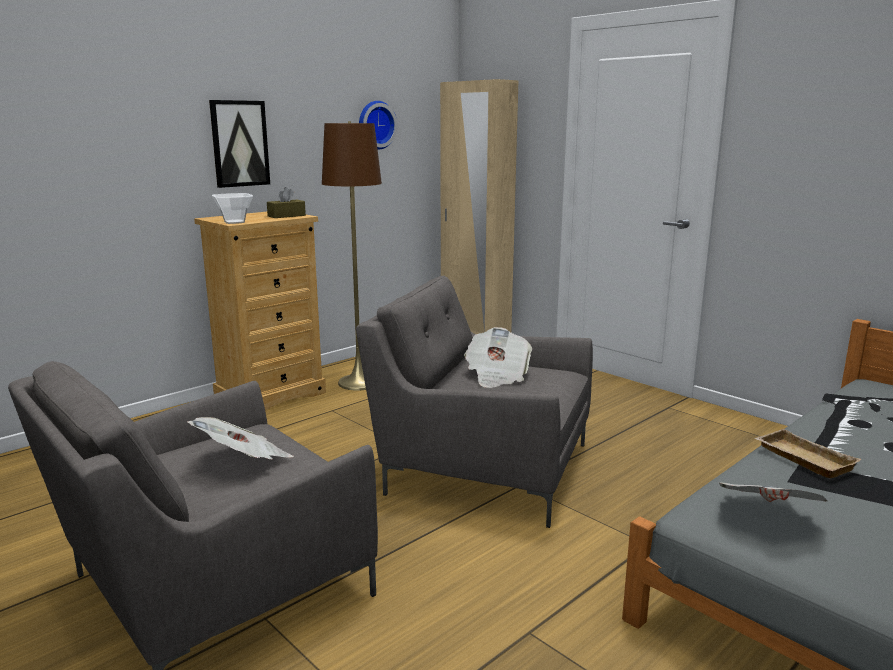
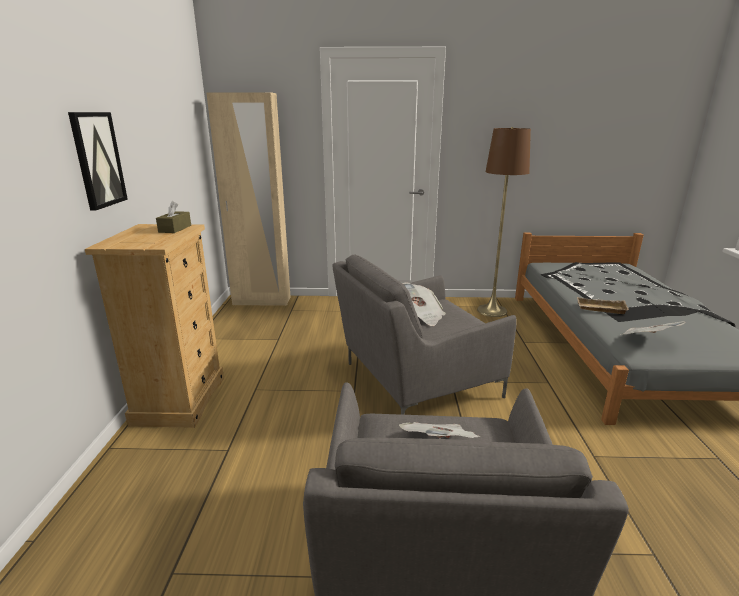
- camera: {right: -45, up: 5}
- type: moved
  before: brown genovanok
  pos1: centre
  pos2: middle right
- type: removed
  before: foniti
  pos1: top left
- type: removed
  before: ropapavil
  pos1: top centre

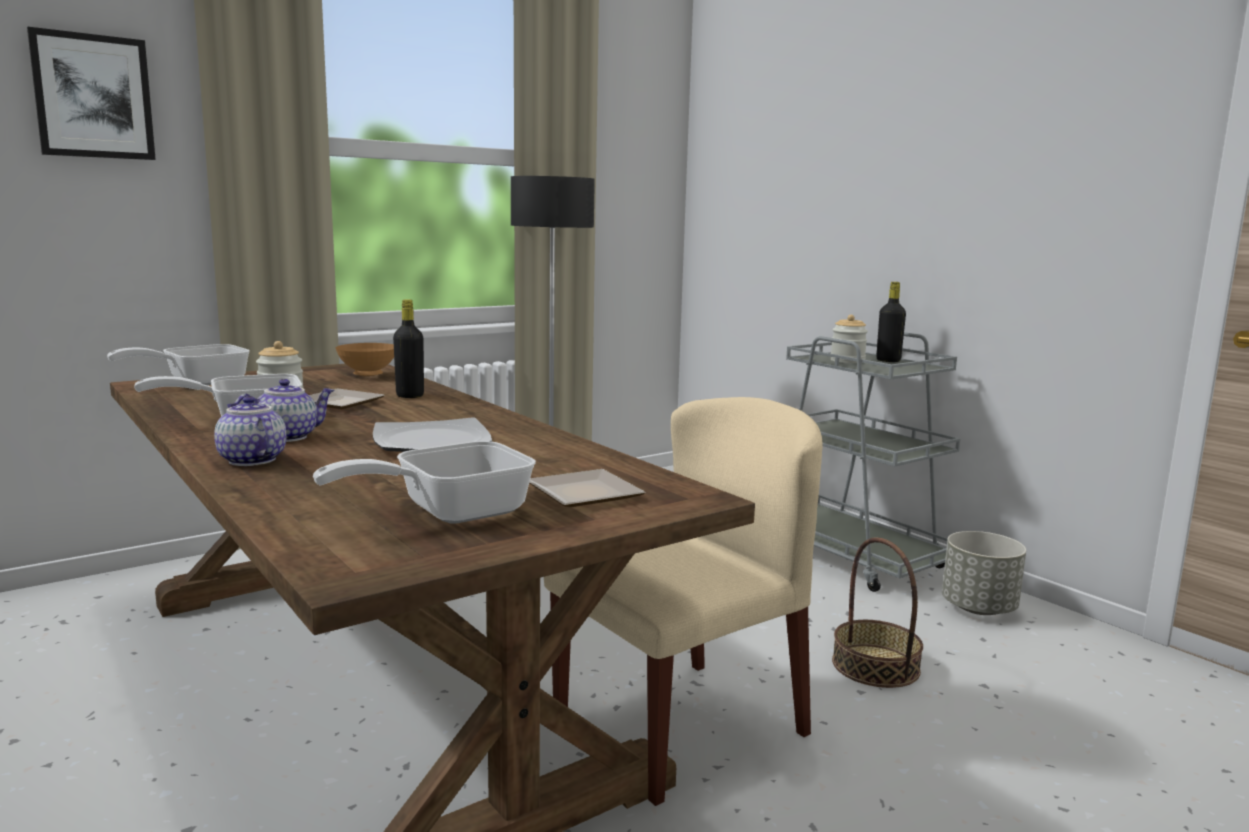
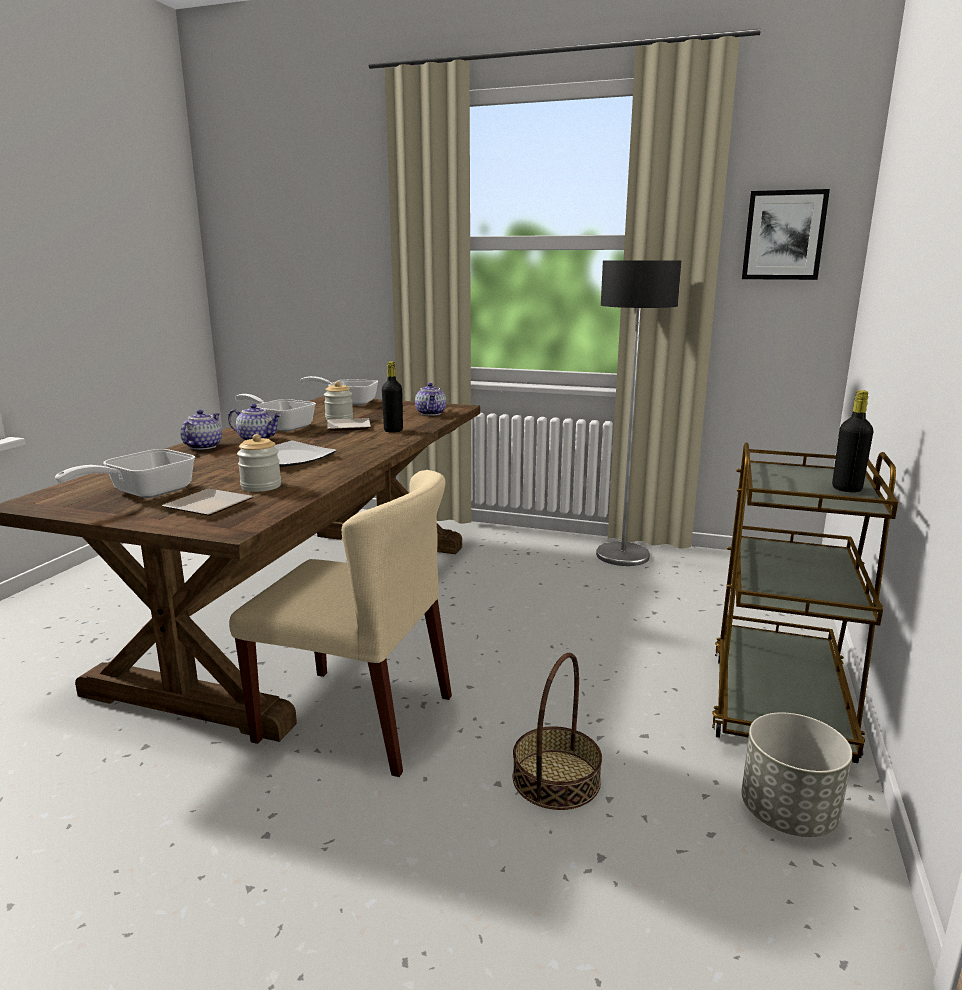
- camera: {right: 55, up: 5}
- type: turned
  before: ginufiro (3rd from left in the first image)
  pos1: centre
  pos2: middle left
  turn: -75
- type: moved
  before: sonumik (2nd from left in the first image)
  after: sonumik (1st from left)
  pos1: middle right
  pos2: middle left
- type: replaced
  before: brown foniti
  after: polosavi (3rd from left)
  pos1: middle left
  pos2: centre
- type: recoloured
  before: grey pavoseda
  after: brown pavoseda
  pos1: middle right
  pos2: middle right
- type: moved
  before: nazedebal
  pos1: top left
  pos2: top right

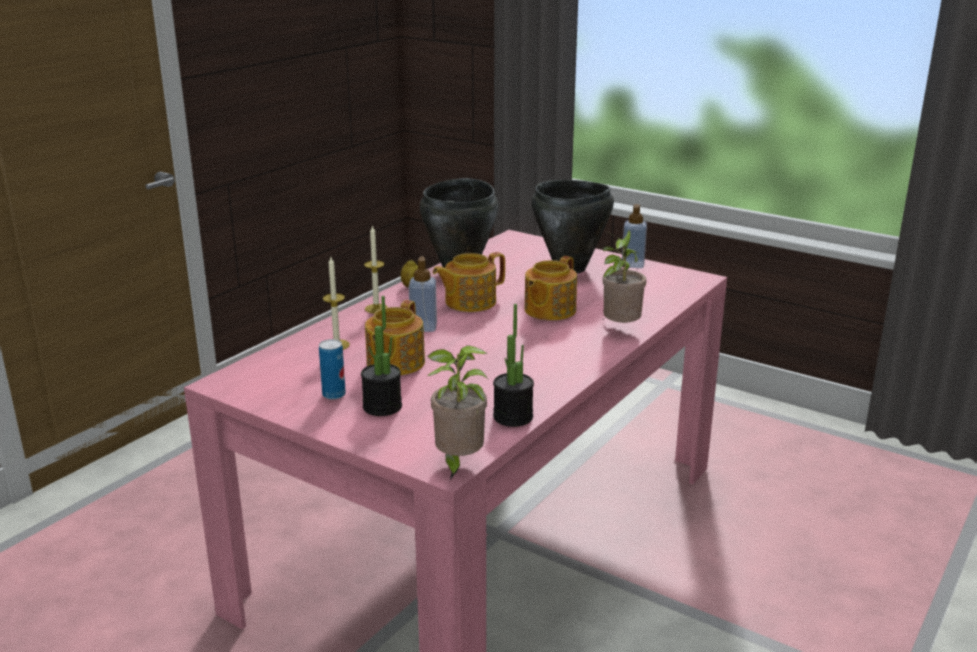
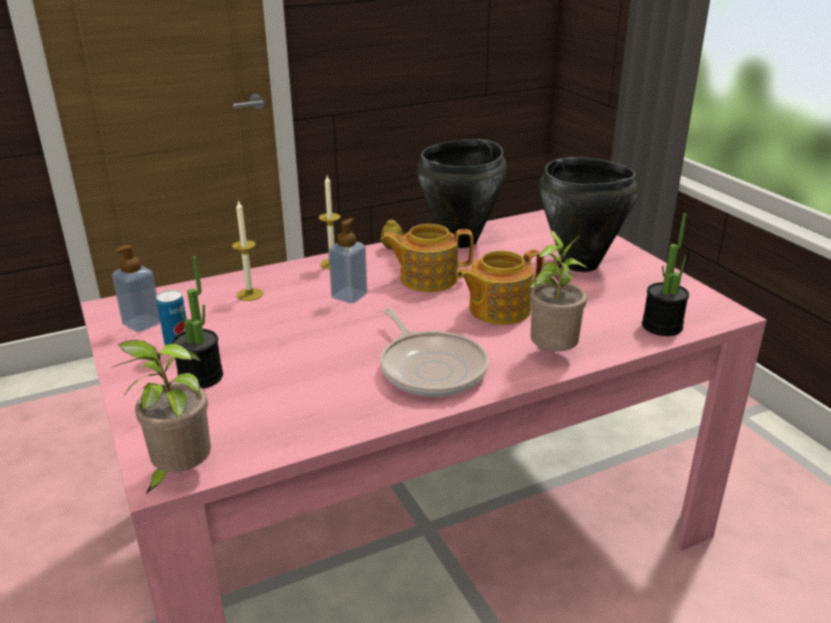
- camera: {right: 30, up: 5}
- type: moved
  before: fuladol (2nd from left in the first image)
  after: fuladol (1st from left)
  pos1: centre
  pos2: middle left
- type: added
  after: ginufiro
  pos2: centre
- type: moved
  before: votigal (3rd from left in the first image)
  after: votigal (4th from left)
  pos1: centre
  pos2: middle right
- type: removed
  before: polosavi (1st from left)
  pos1: centre

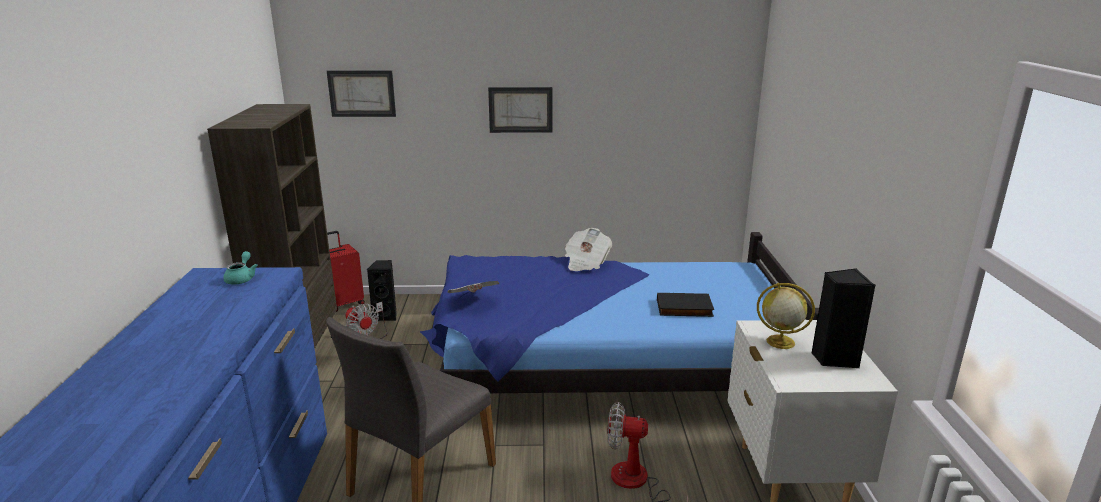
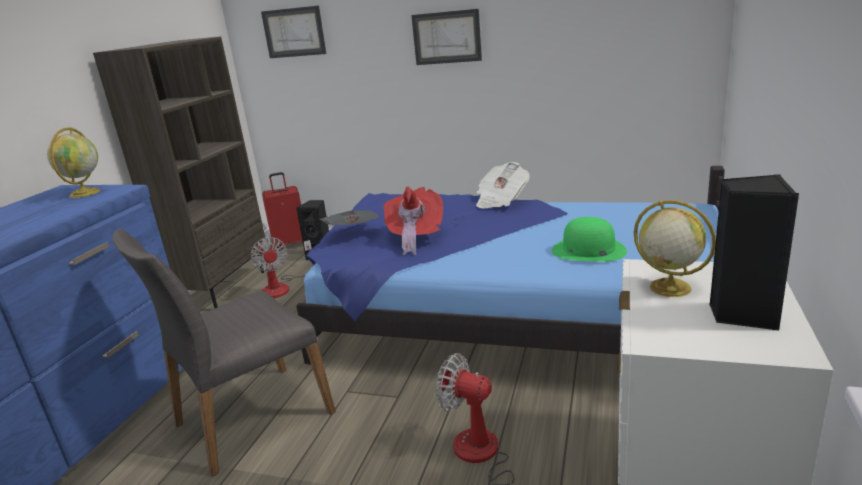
- camera: {right: 20, up: 0}
- type: replaced
  before: turquoise polosavi
  after: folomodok (1st from left)
  pos1: middle left
  pos2: middle left
- type: added
  after: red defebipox
  pos2: centre
- type: replaced
  before: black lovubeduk
  after: green defebipox
  pos1: centre
  pos2: middle right

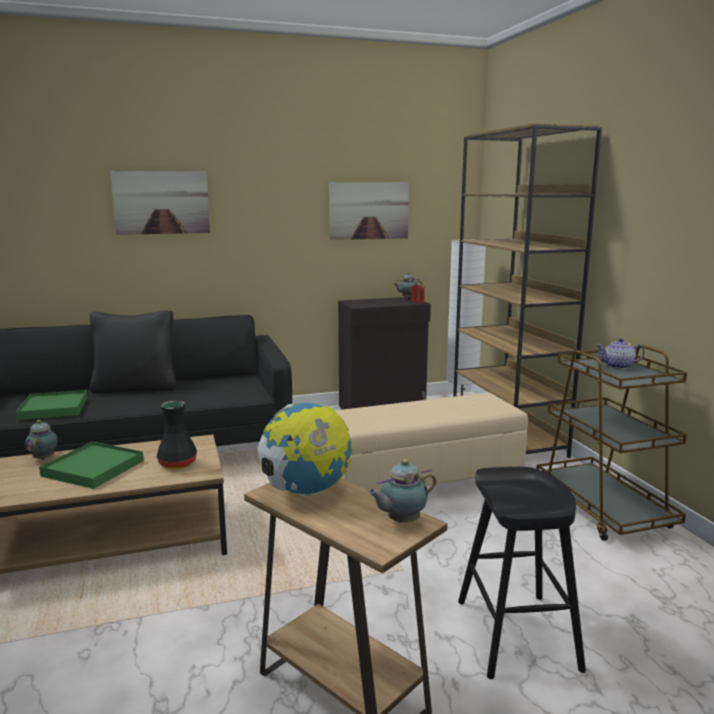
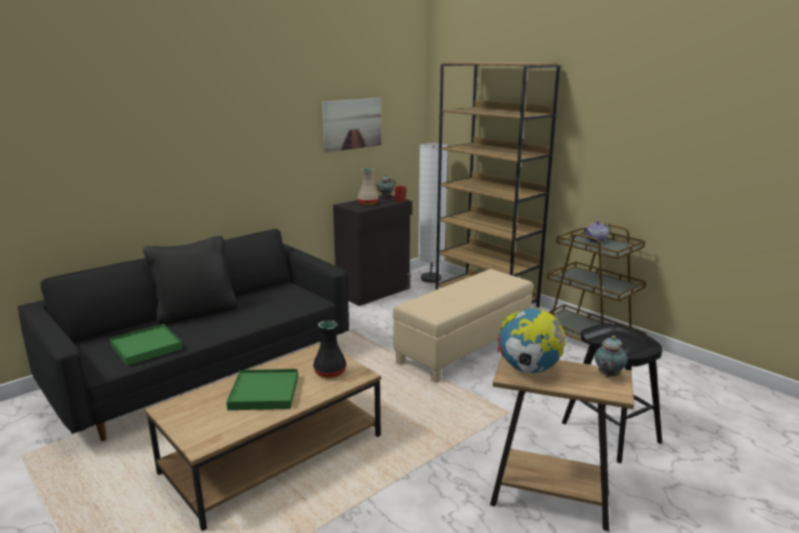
- camera: {right: -25, up: 5}
- type: added
  after: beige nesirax
  pos2: centre
- type: removed
  before: polosavi (1st from left)
  pos1: middle left
- type: removed
  before: nazedebal (1st from left)
  pos1: top left

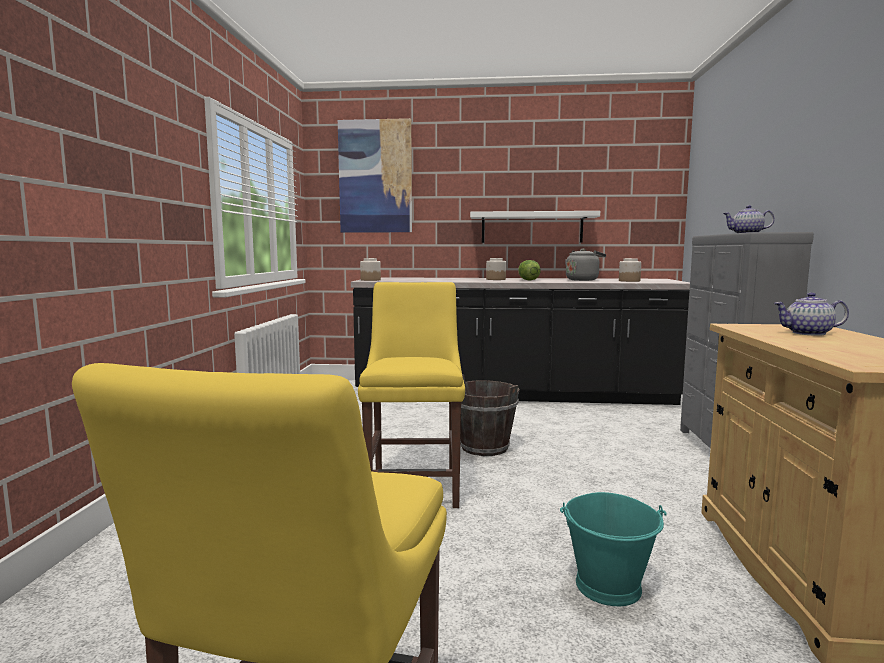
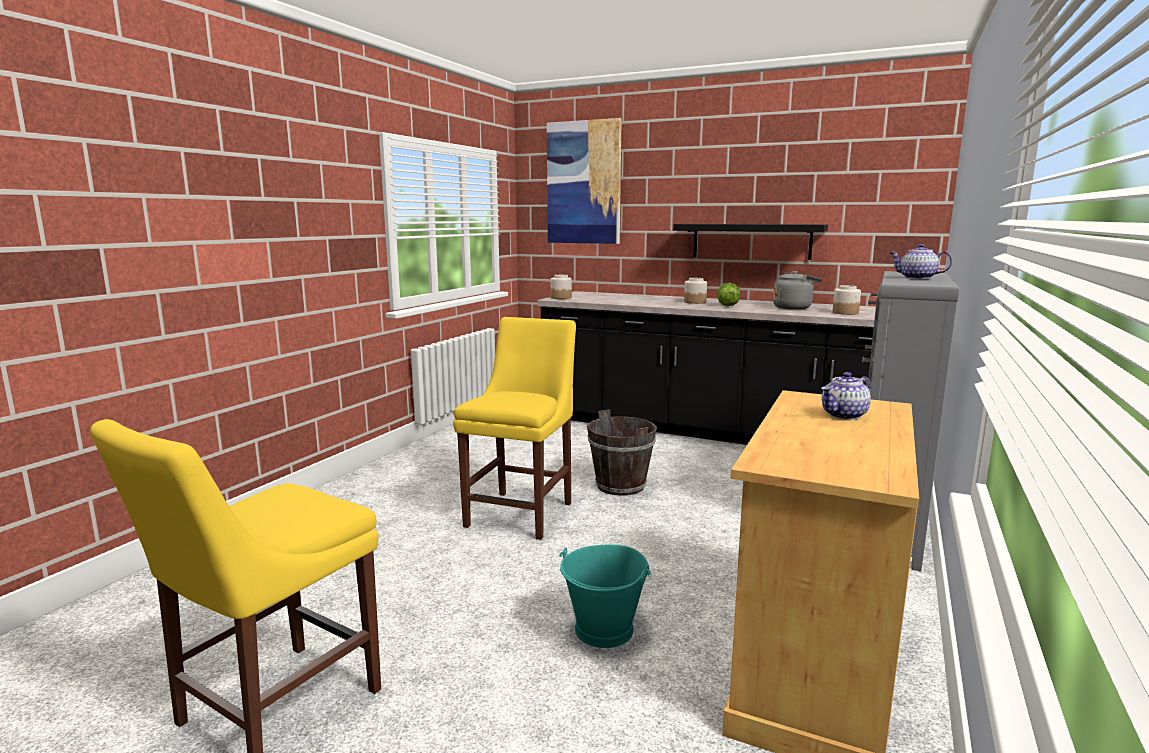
- camera: {right: 20, up: 5}
- type: recoloured
  before: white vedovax
  after: black vedovax
  pos1: centre
  pos2: top centre
- type: turned
  before: polosavi (2nd from left in the first image)
  pos1: middle right
  pos2: middle right
  turn: -60

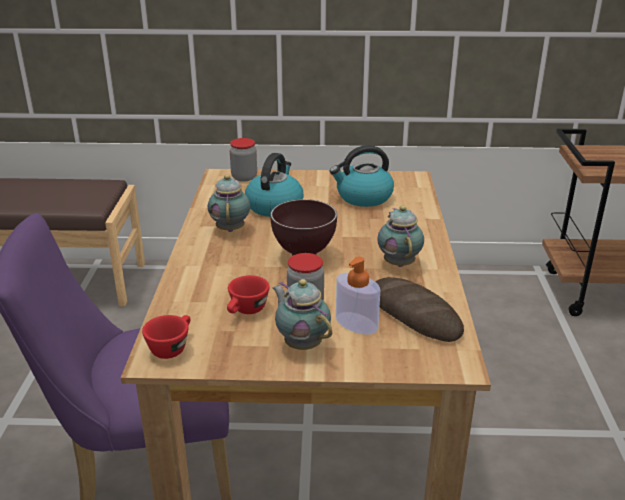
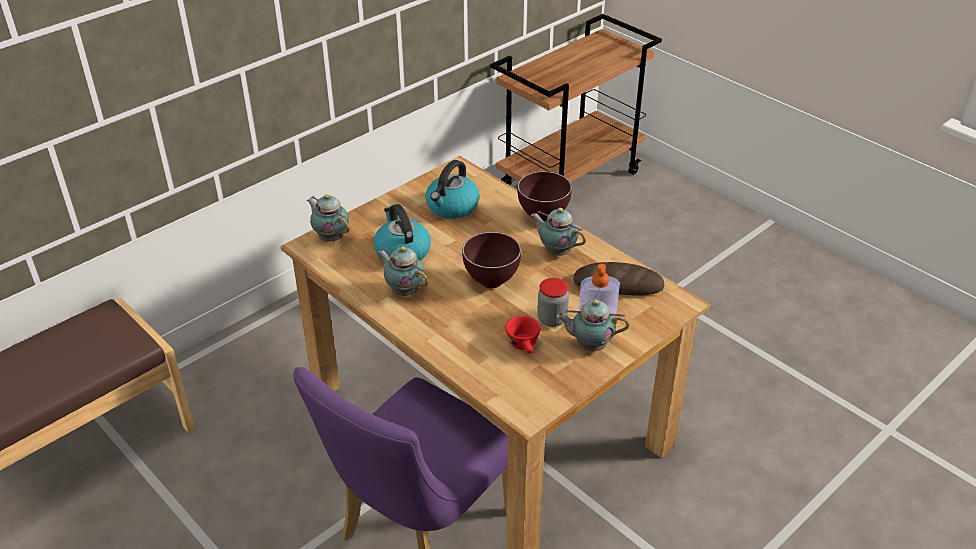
- camera: {right: -45, up: 10}
- type: replaced
  before: sonumik (1st from left)
  after: polosavi (1st from left)
  pos1: top centre
  pos2: centre
- type: added
  after: brown foniti (2nd from left)
  pos2: centre
- type: removed
  before: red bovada (1st from left)
  pos1: bottom left

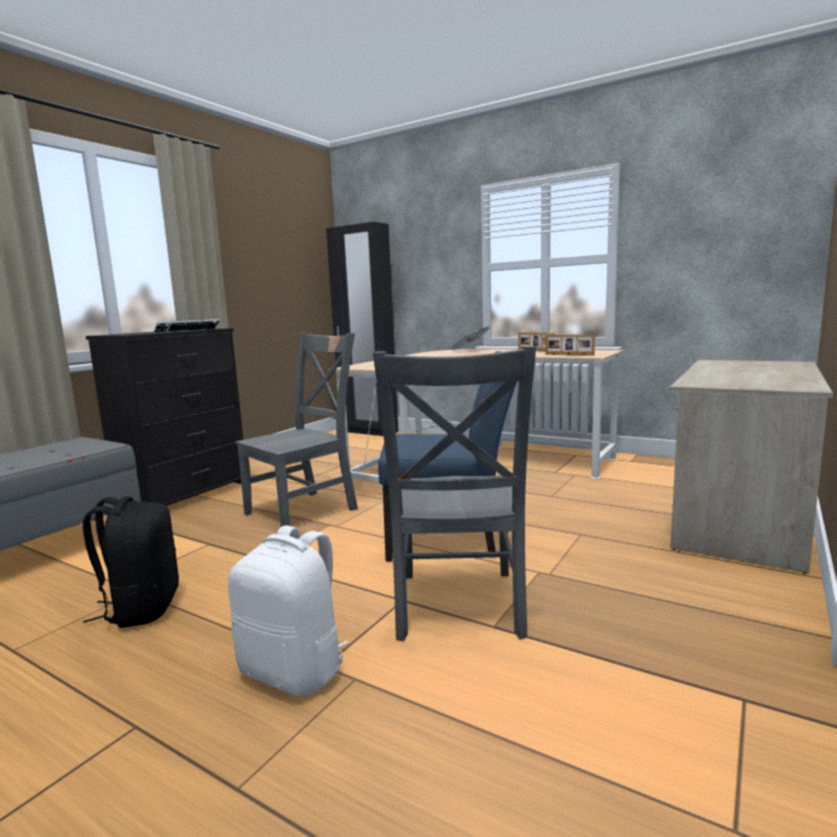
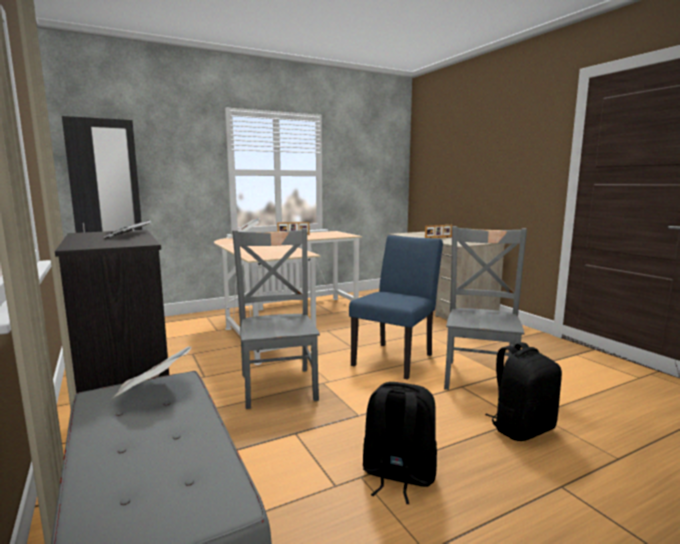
- camera: {right: -60, up: 0}
- type: added
  after: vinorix (1st from left)
  pos2: bottom left
- type: moved
  before: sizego (2nd from left)
  pos1: middle right
  pos2: centre
- type: turned
  before: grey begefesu (2nd from left)
  pos1: centre
  pos2: middle right
  turn: -105
- type: recoloured
  before: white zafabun
  after: black zafabun (2nd from left)
  pos1: bottom centre
  pos2: bottom right

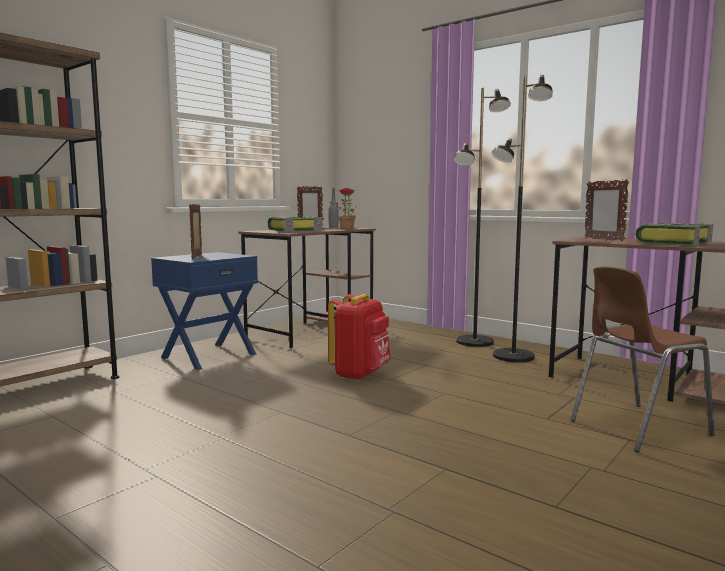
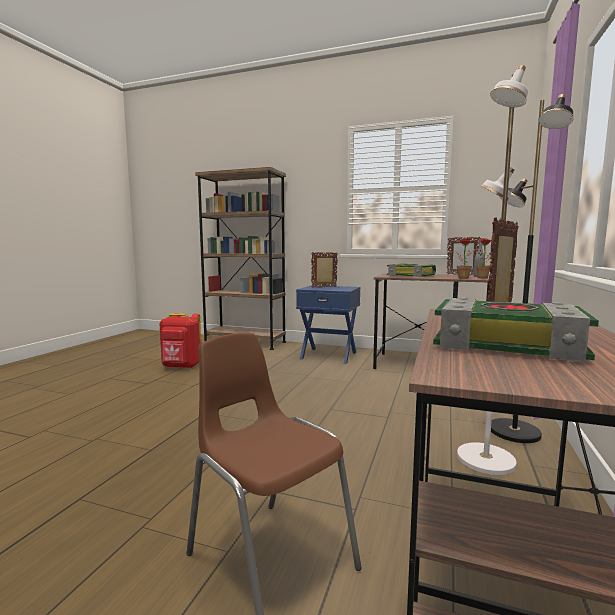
- camera: {right: 70, up: 0}
- type: moved
  before: red zafabun
  pos1: centre
  pos2: middle left
- type: recoloured
  before: black genovanok (2nd from left)
  after: white genovanok
  pos1: middle right
  pos2: middle right

